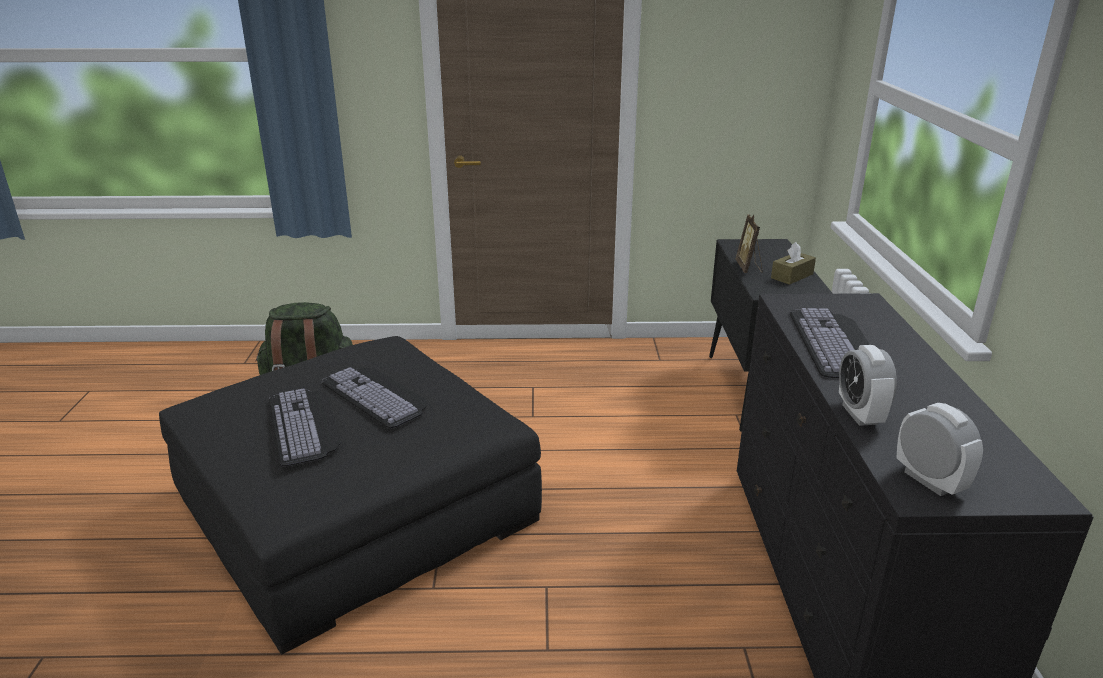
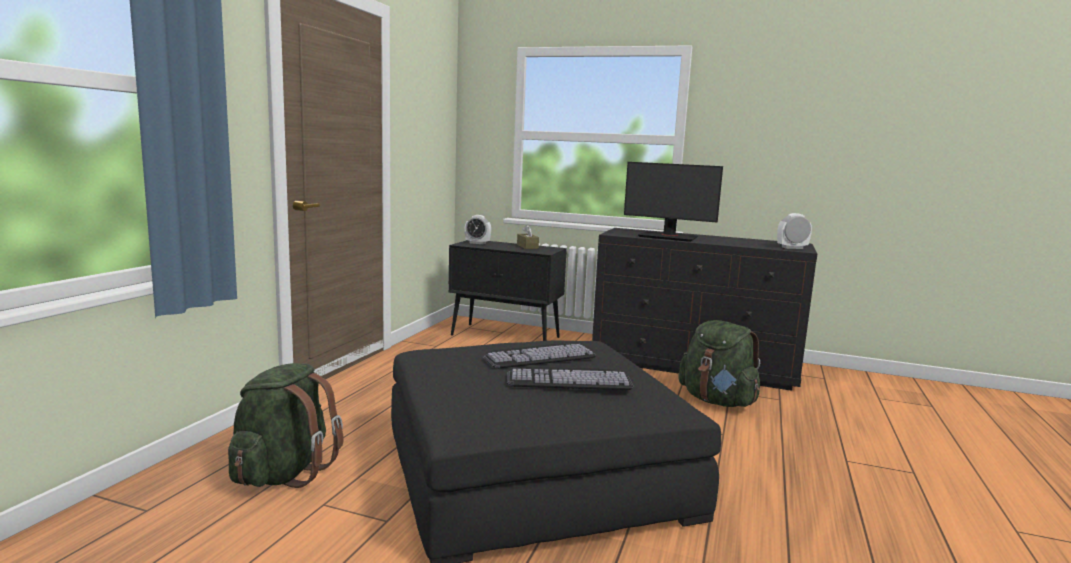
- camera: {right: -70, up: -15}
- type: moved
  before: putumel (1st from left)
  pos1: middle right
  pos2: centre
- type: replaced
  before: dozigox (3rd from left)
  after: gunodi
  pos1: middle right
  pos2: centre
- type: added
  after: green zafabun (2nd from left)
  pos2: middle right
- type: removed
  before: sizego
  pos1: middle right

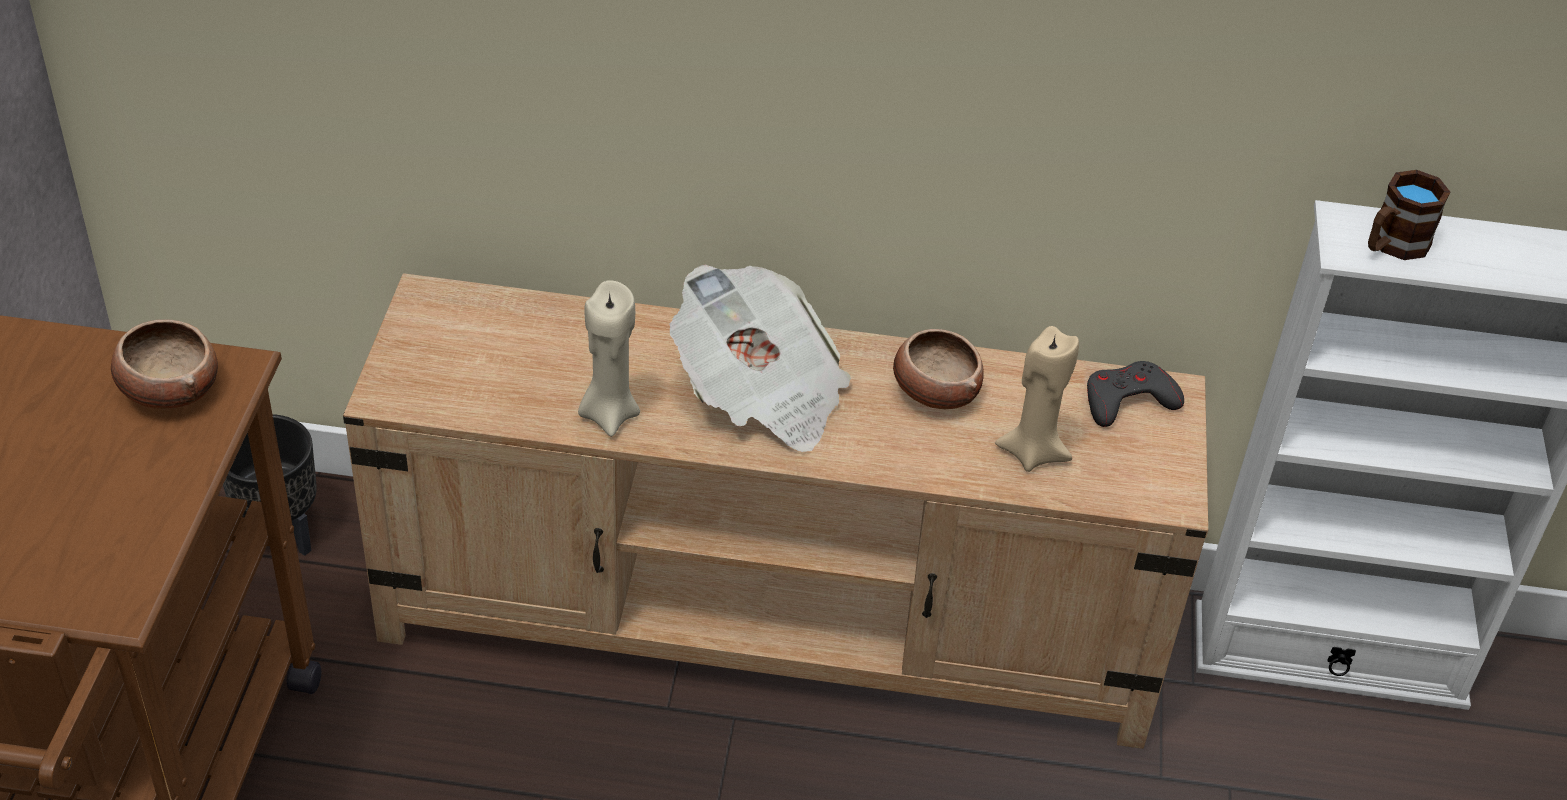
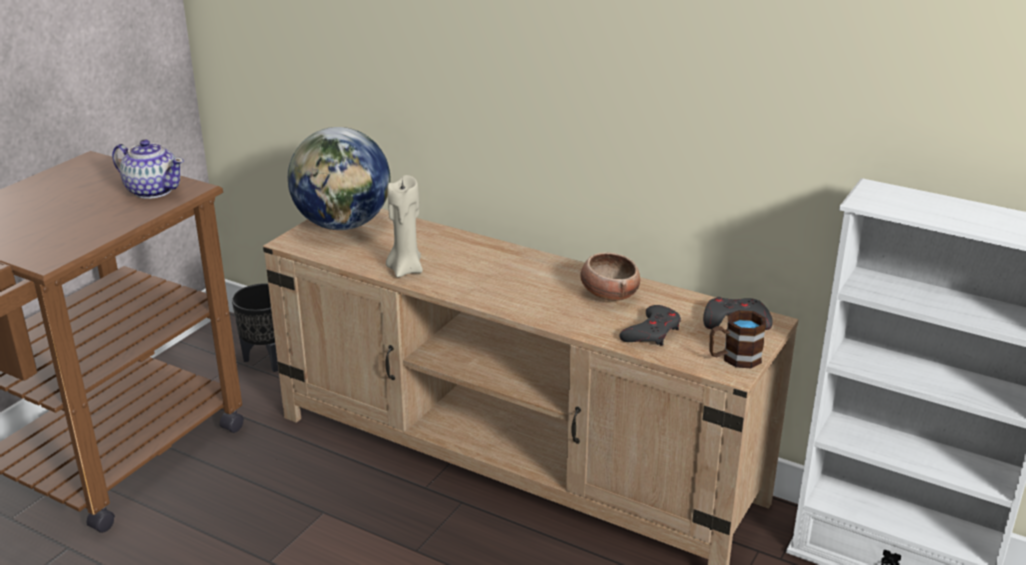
- camera: {right: 25, up: -15}
- type: replaced
  before: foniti (1st from left)
  after: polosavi
  pos1: middle left
  pos2: top left
- type: added
  after: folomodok
  pos2: top left
- type: replaced
  before: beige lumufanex (2nd from left)
  after: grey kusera (1st from left)
  pos1: centre
  pos2: centre
- type: moved
  before: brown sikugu
  pos1: top right
  pos2: middle right
- type: removed
  before: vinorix
  pos1: centre

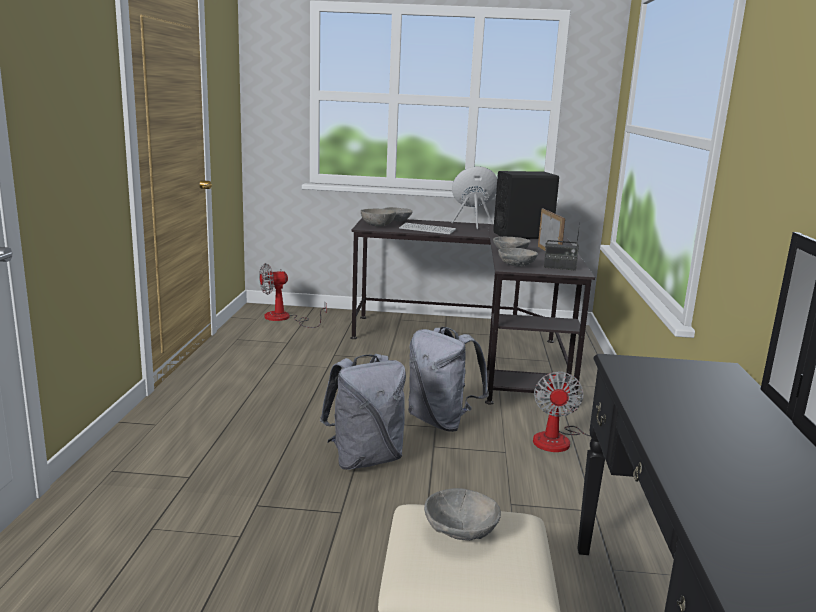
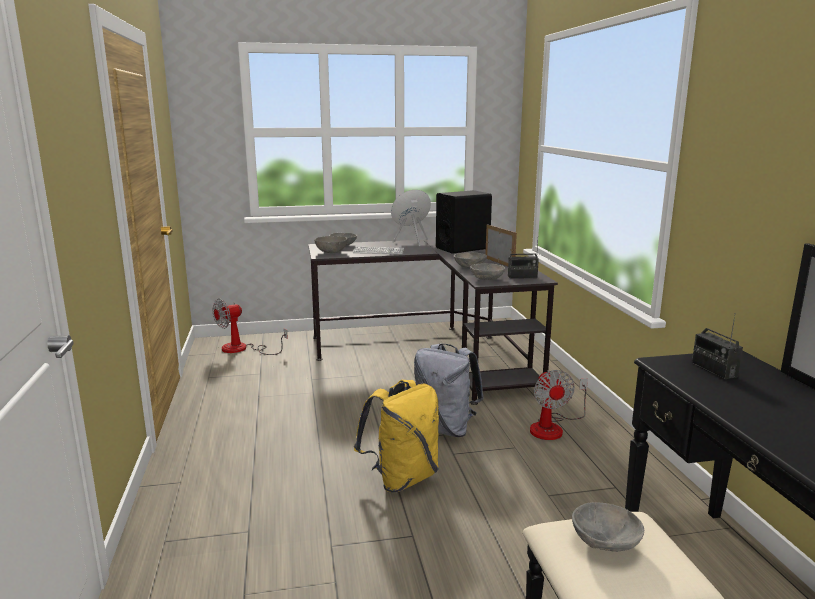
- camera: {right: -15, up: 0}
- type: recoloured
  before: grey zafabun (1st from left)
  after: yellow zafabun
  pos1: bottom centre
  pos2: bottom centre
- type: added
  after: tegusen (2nd from left)
  pos2: middle right

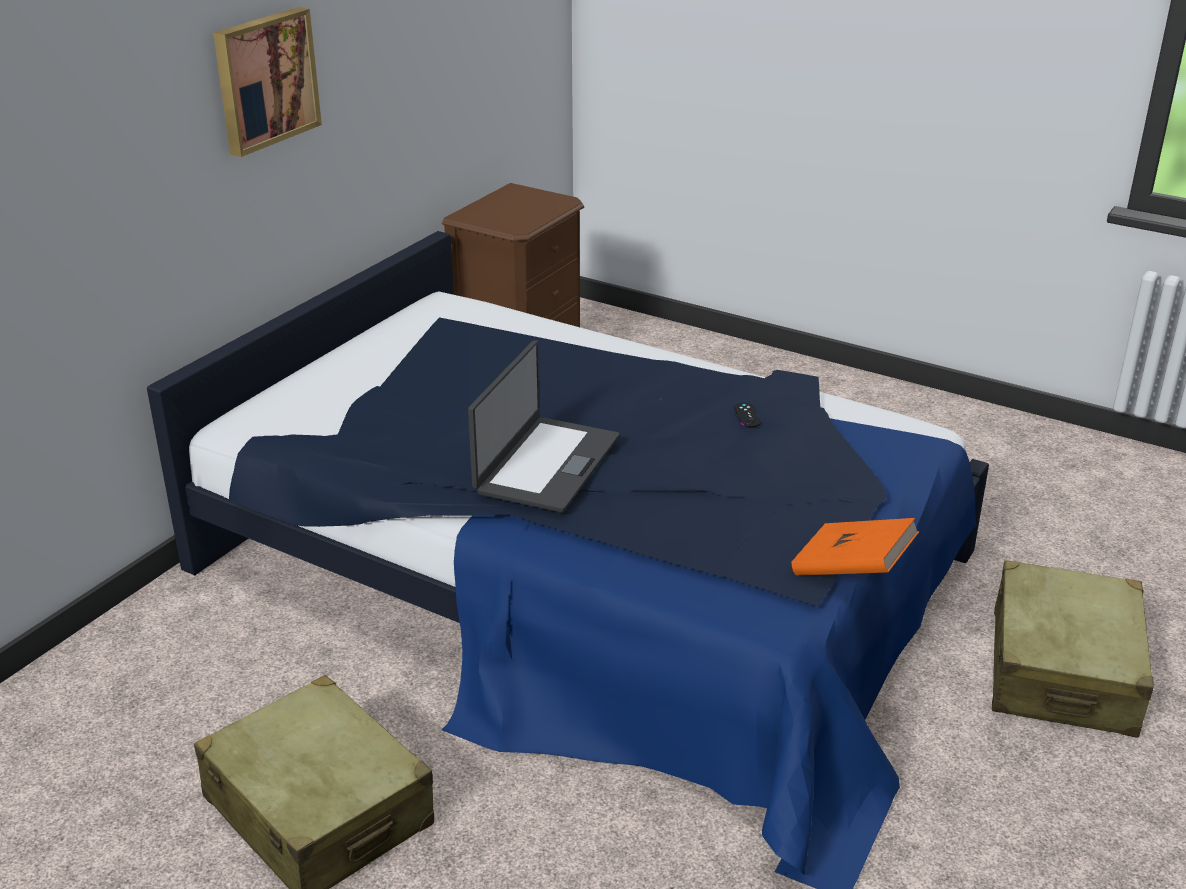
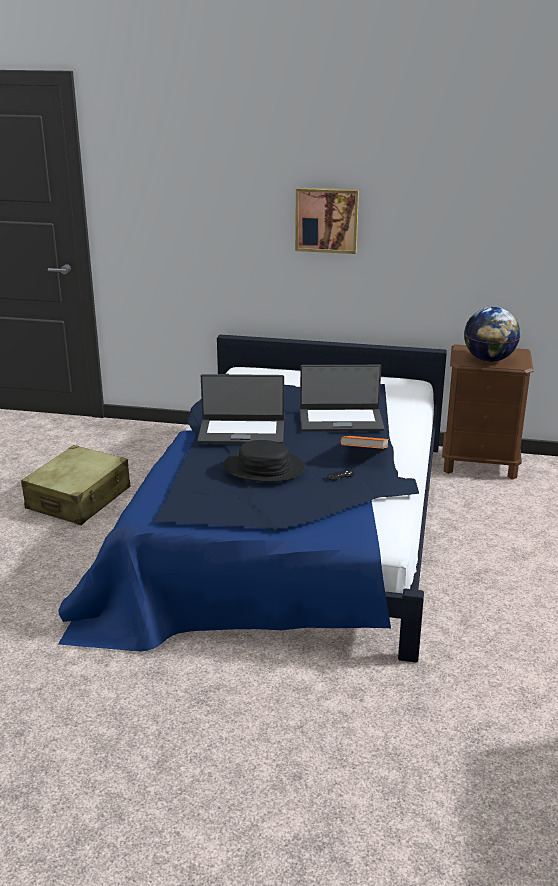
- camera: {right: 70, up: -5}
- type: added
  after: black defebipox
  pos2: centre
- type: added
  after: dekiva (2nd from left)
  pos2: centre
- type: moved
  before: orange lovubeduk
  pos1: middle right
  pos2: centre
- type: added
  after: folomodok
  pos2: middle right
- type: removed
  before: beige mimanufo (2nd from left)
  pos1: bottom right

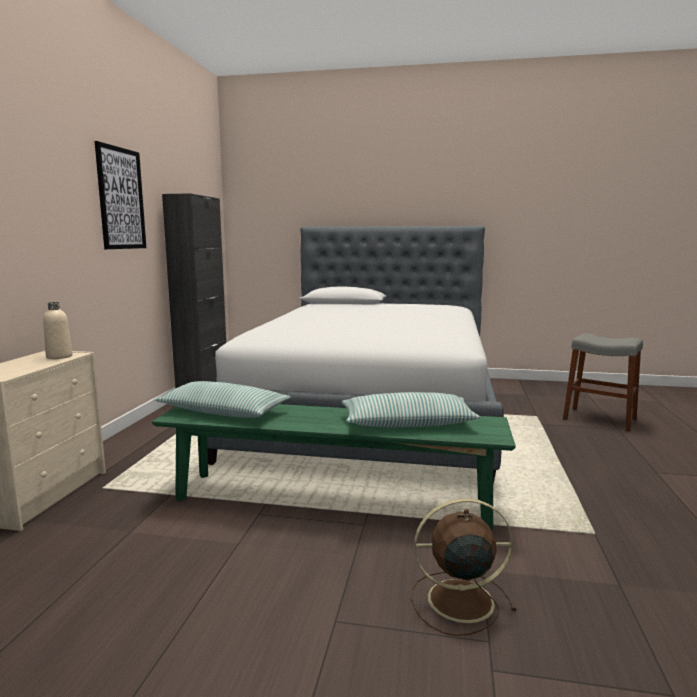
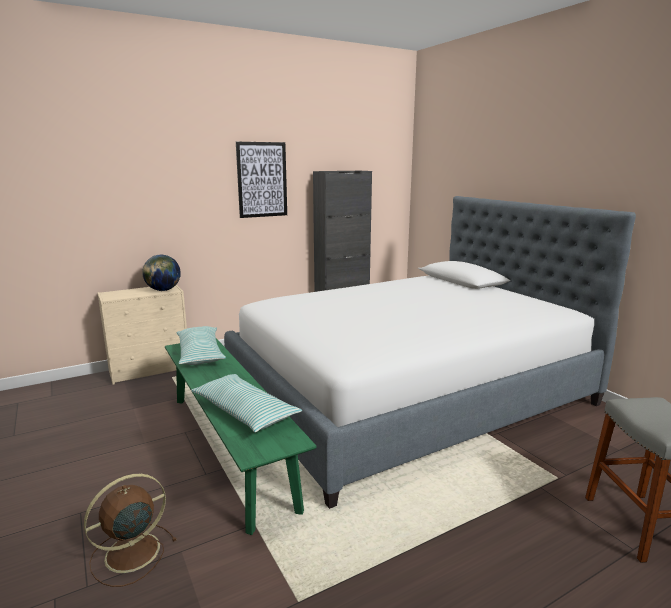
- camera: {right: 50, up: 5}
- type: turned
  before: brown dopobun
  pos1: bottom centre
  pos2: bottom left
  turn: -90
- type: replaced
  before: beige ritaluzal
  after: folomodok
  pos1: middle left
  pos2: middle left

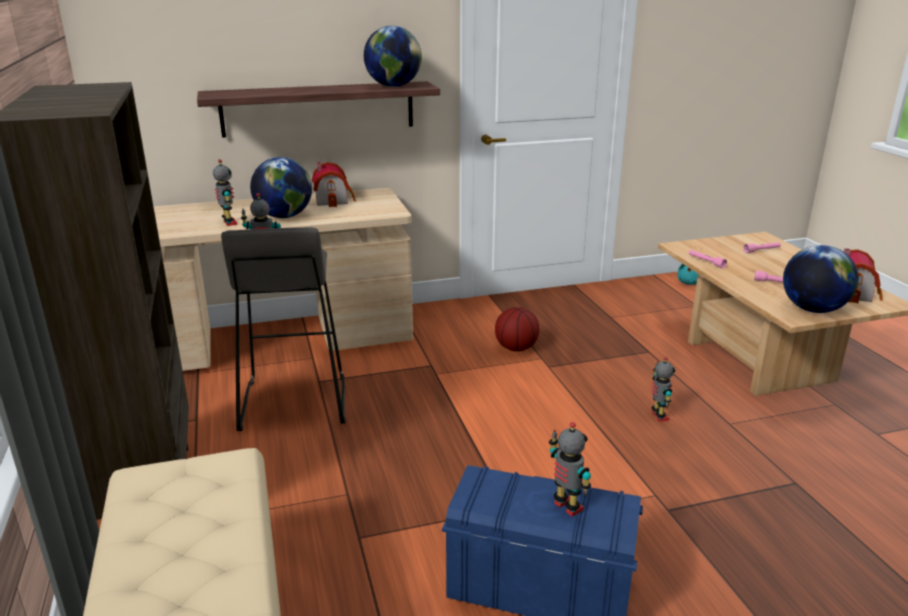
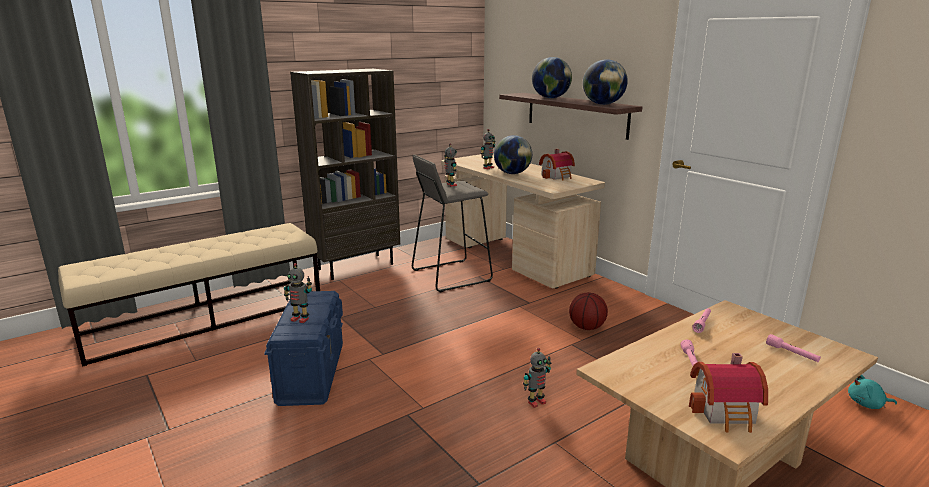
- camera: {right: 70, up: -5}
- type: turned
  before: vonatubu (3rd from left in the first image)
  pos1: bottom centre
  pos2: middle left
  turn: 75
- type: moved
  before: folomodok (3rd from left in the first image)
  after: folomodok (2nd from left)
  pos1: middle right
  pos2: top centre

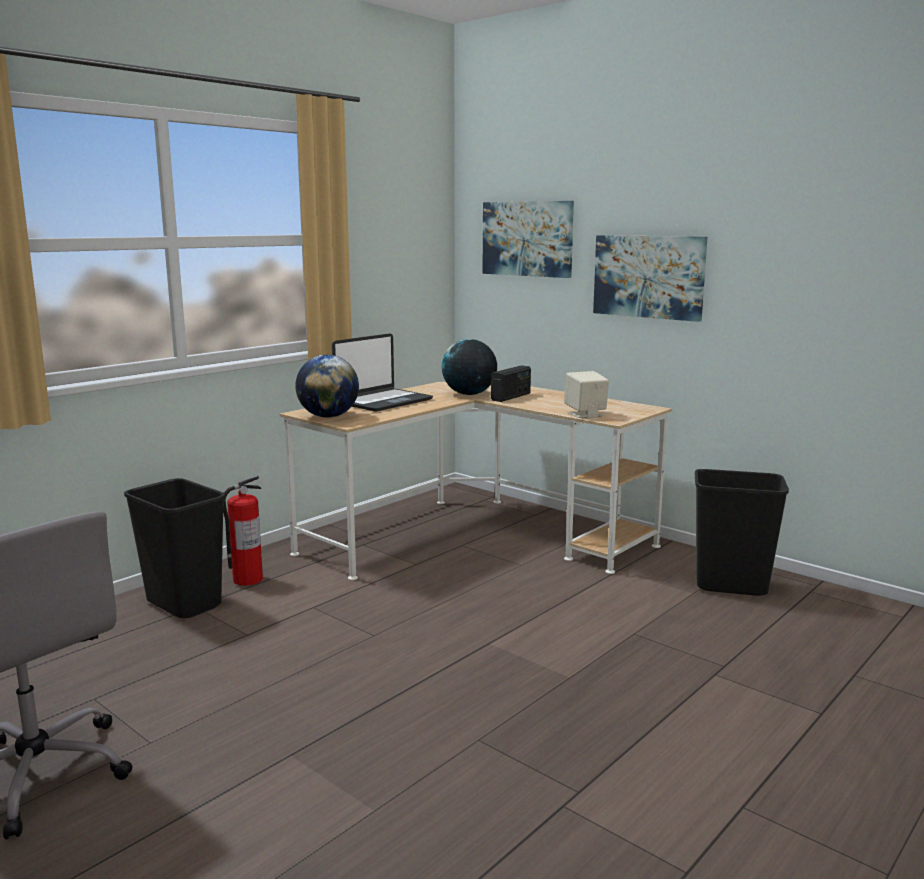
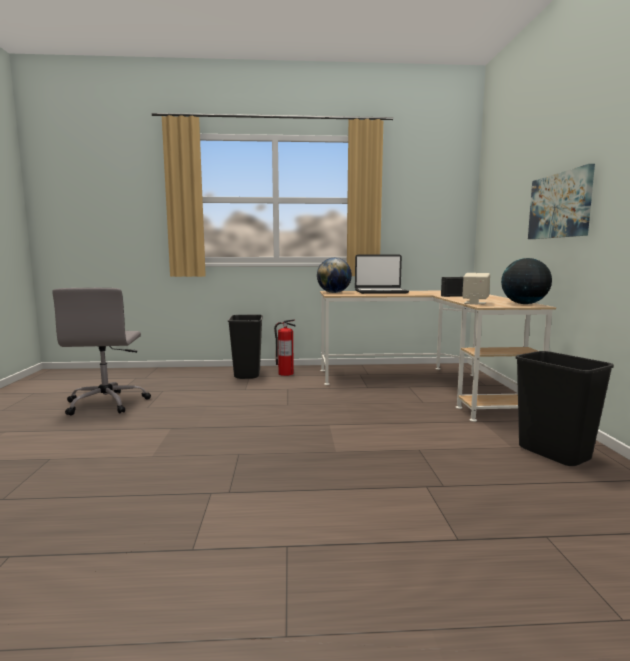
- camera: {right: 45, up: -5}
- type: moved
  before: folomodok (2nd from left)
  pos1: centre
  pos2: middle right
- type: removed
  before: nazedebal (1st from left)
  pos1: top centre

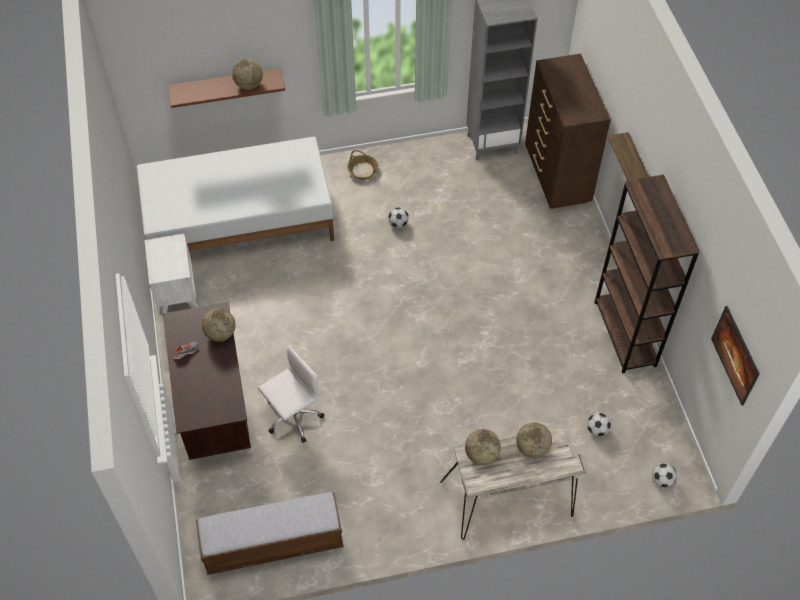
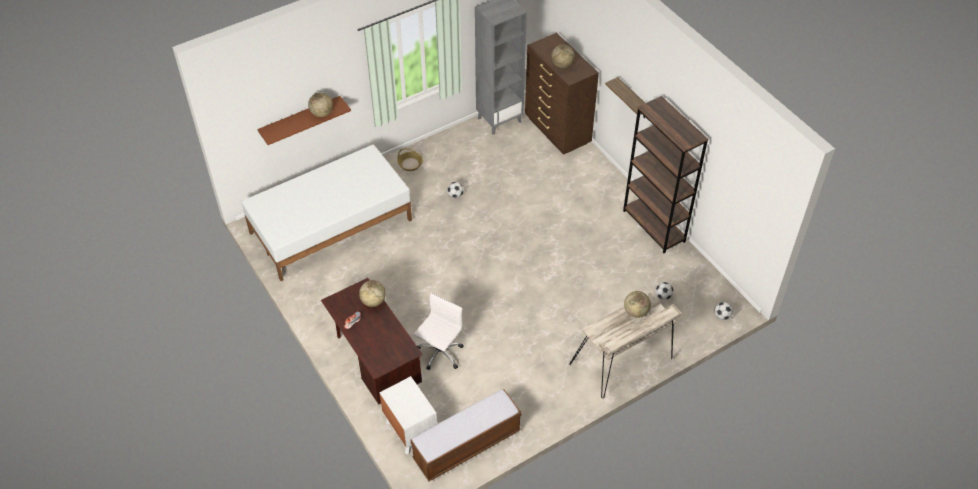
- camera: {right: -20, up: -5}
- type: moved
  before: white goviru
  pos1: middle left
  pos2: bottom centre
- type: moved
  before: folomodok (3rd from left)
  pos1: bottom centre
  pos2: top centre
- type: removed
  before: nazedebal
  pos1: middle right

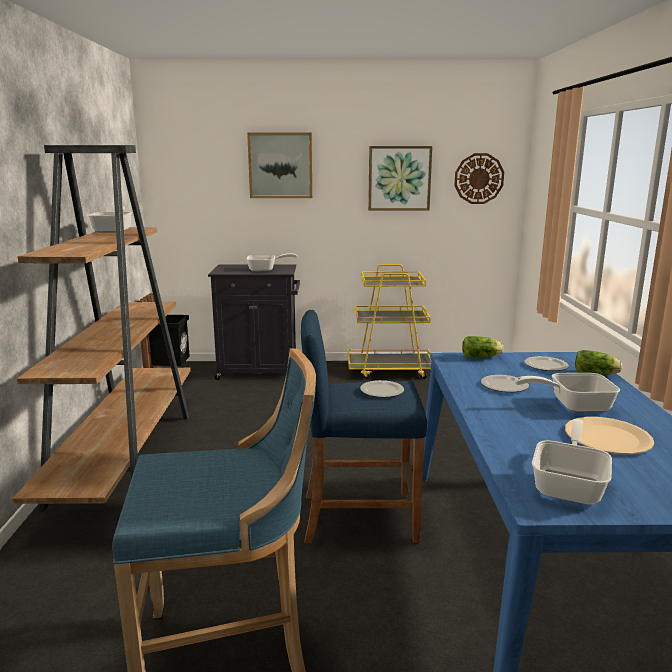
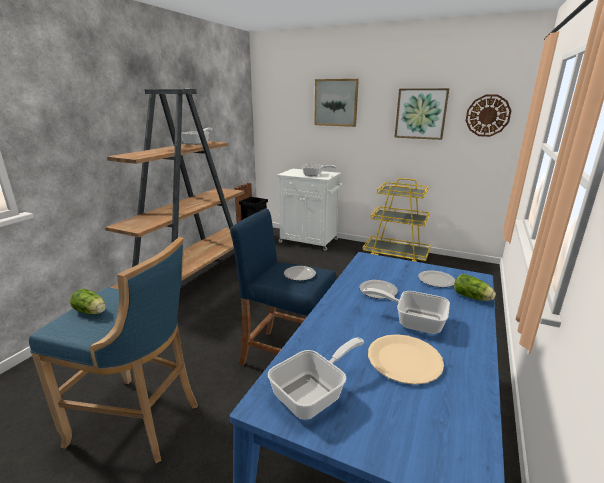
- camera: {right: 25, up: 5}
- type: moved
  before: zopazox (1st from left)
  pos1: middle right
  pos2: middle left
- type: recoloured
  before: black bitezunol
  after: white bitezunol
  pos1: centre
  pos2: centre

